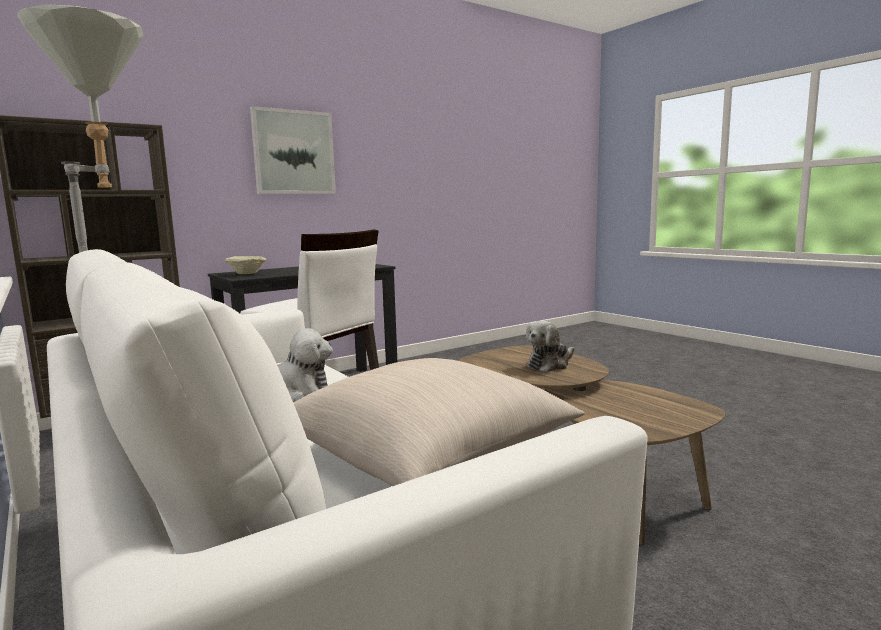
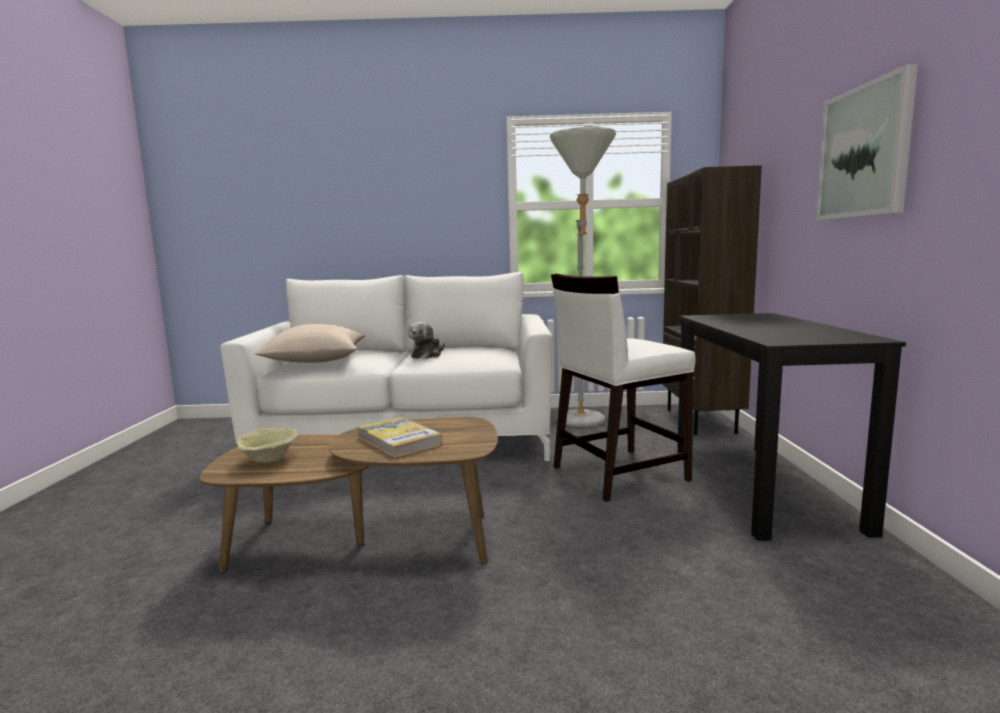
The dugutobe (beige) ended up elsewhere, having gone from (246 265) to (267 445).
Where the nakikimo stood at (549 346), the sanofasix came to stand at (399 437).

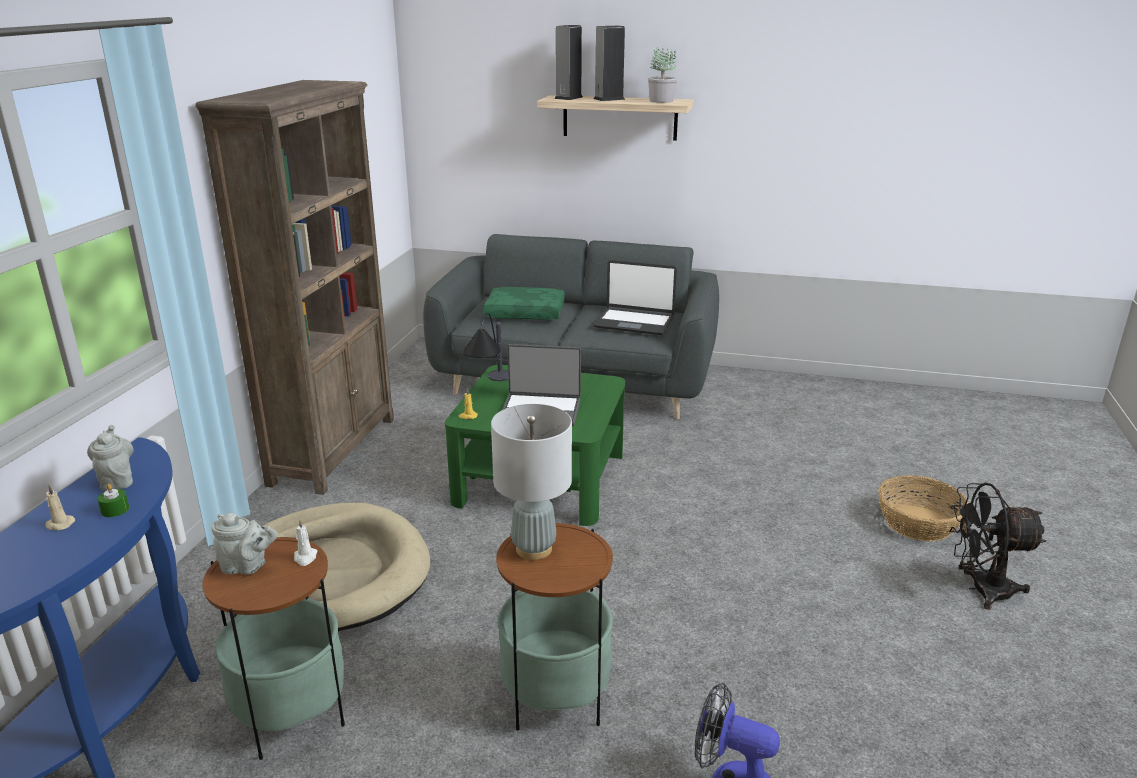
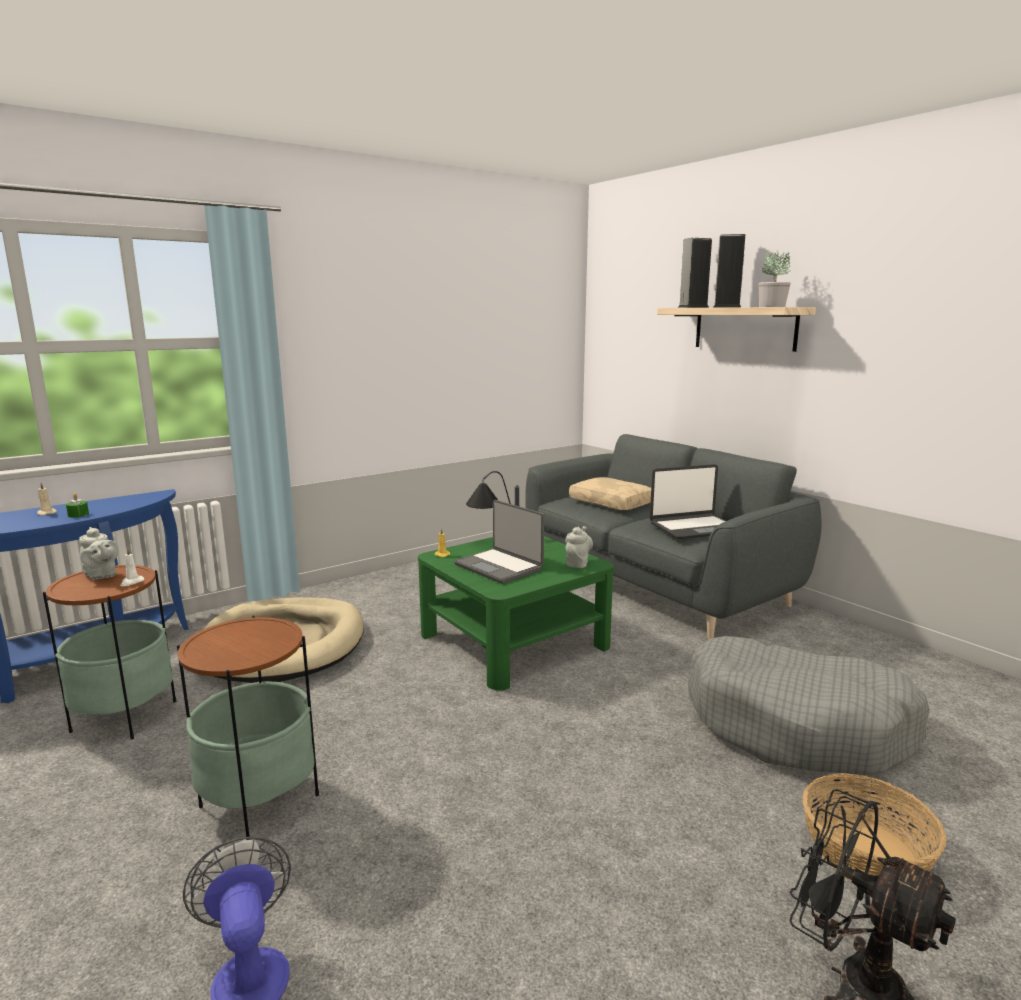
The second view lost the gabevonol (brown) at (294 287).
The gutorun at (635 297) ended up facing another way, 75 degrees counterclockwise from before.
What was the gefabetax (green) at (524 303) turned into the gefabetax (beige) at (610 493).
The second view lost the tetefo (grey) at (531 482).
The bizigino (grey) ended up elsewhere, having gone from (110 458) to (579 547).
The second view gained the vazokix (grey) at (809 706).

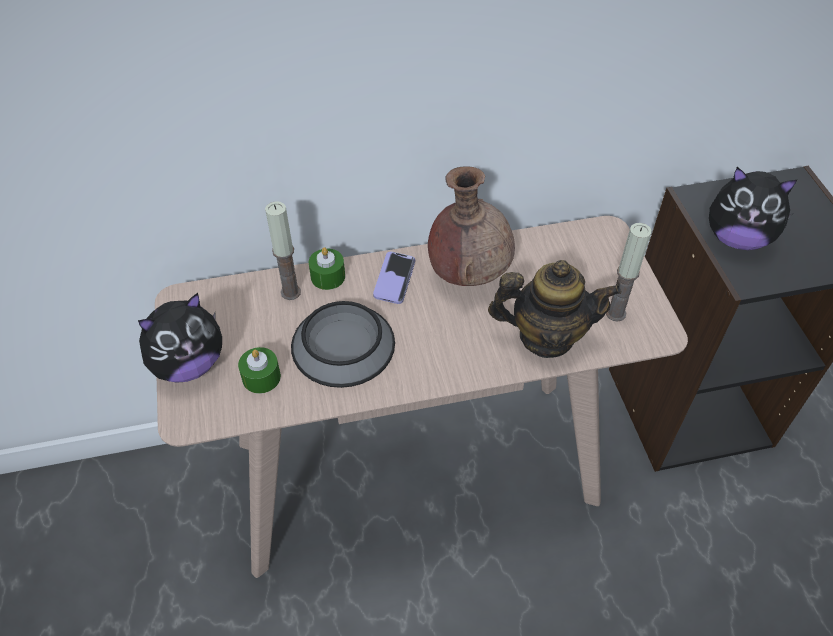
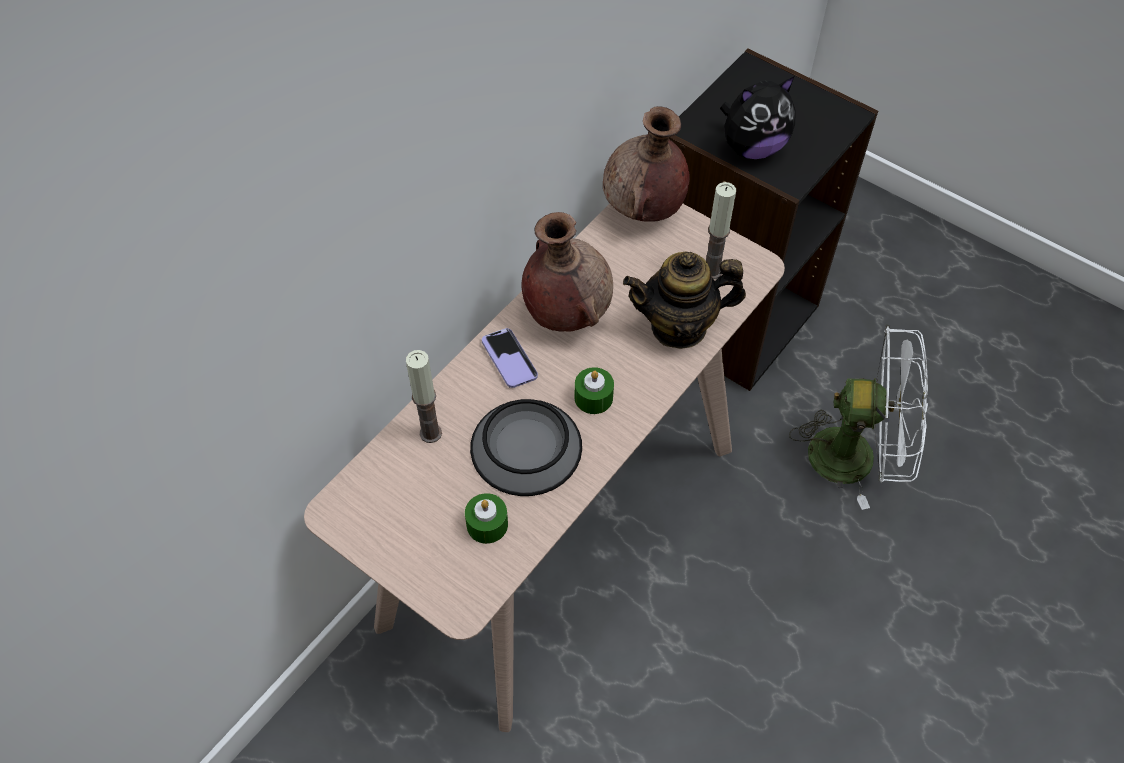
The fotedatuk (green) ended up elsewhere, having gone from (326 268) to (594 390).
The bizigino at (554 309) ended up facing another way, 150 degrees counterclockwise from before.
The second view lost the nakikimo at (180 338).
The second view gained the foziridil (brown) at (646 164).
The second view gained the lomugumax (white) at (858 417).

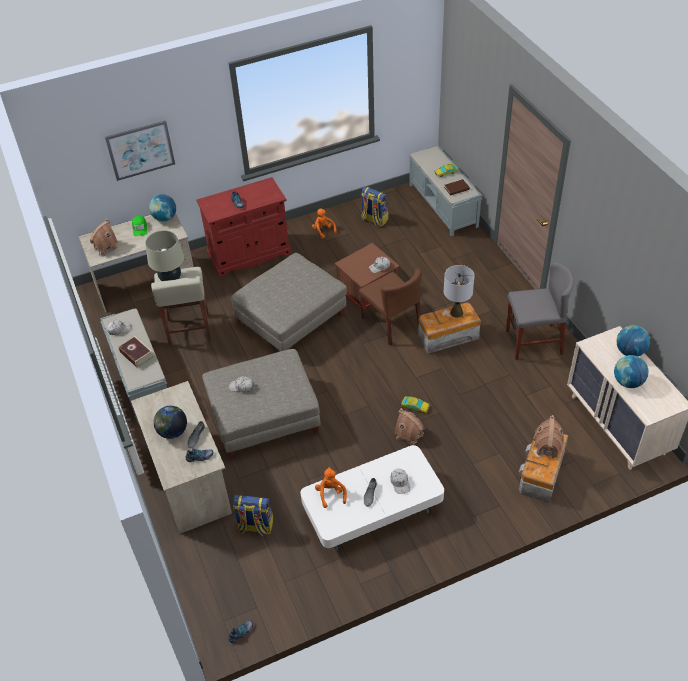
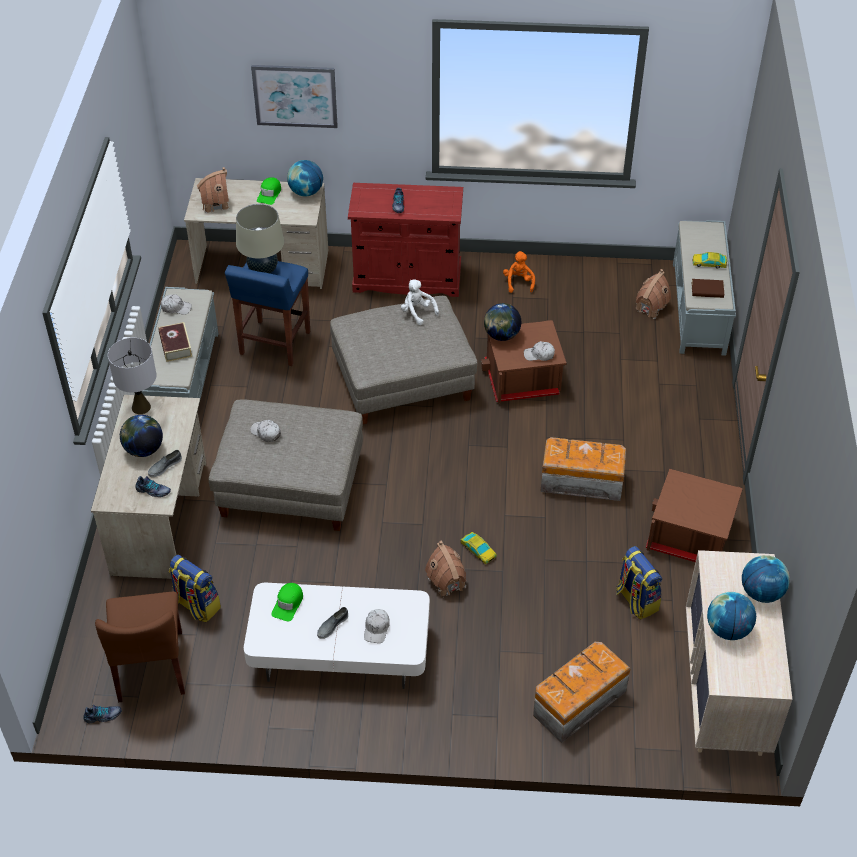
The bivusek ended up elsewhere, having gone from (374 206) to (639 582).
Where the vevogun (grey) stood at (540 311), the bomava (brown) came to stand at (694 515).
The tetefo (grey) ended up elsewhere, having gone from (459 291) to (132 376).
What was the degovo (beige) at (181 307) turned into the degovo (blue) at (267 313).
The vevogun (brown) ended up elsewhere, having gone from (390 306) to (140 647).
The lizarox ended up elsewhere, having gone from (549 437) to (653 294).
Where the nakikimo (orange) stood at (331 487), the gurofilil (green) came to stand at (287 602).
The second view gained the nakikimo (white) at (420 302).
The second view gained the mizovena at (502 322).

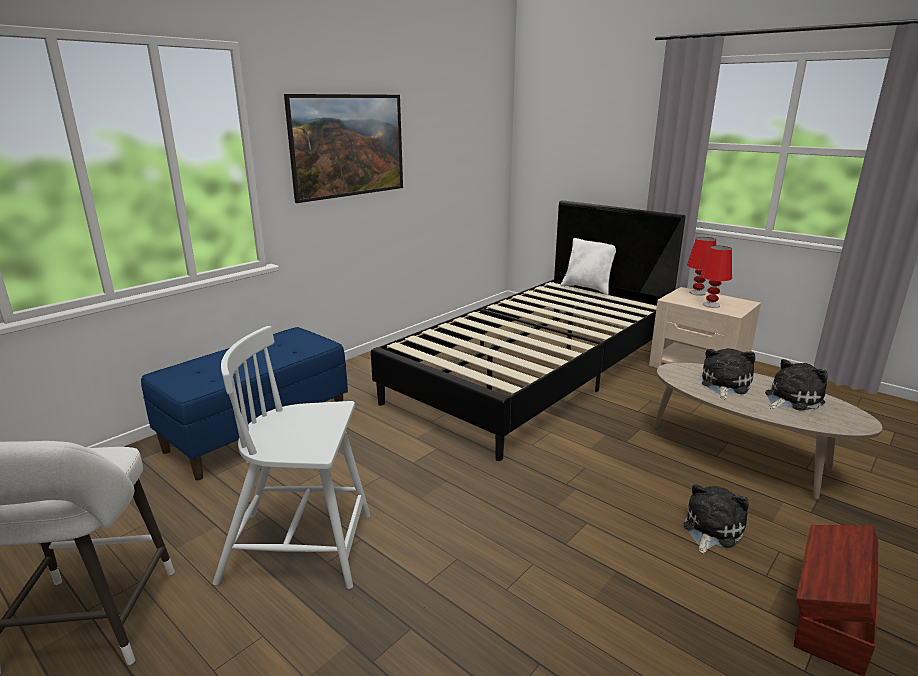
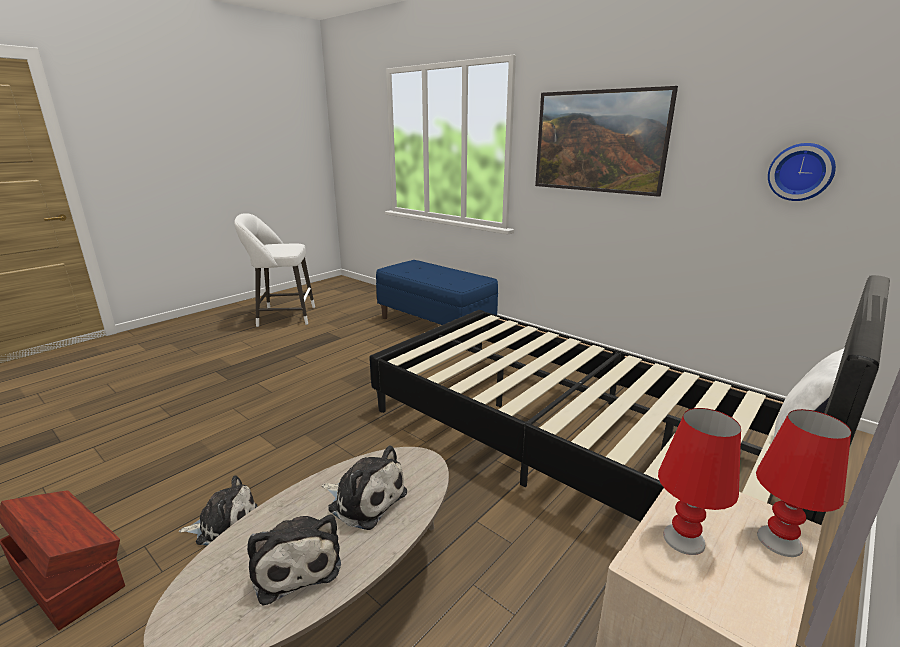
The second view lost the vevogun (white) at (292 457).
The nakikimo at (716 519) ended up facing another way, 45 degrees counterclockwise from before.
The second view gained the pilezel at (802 172).

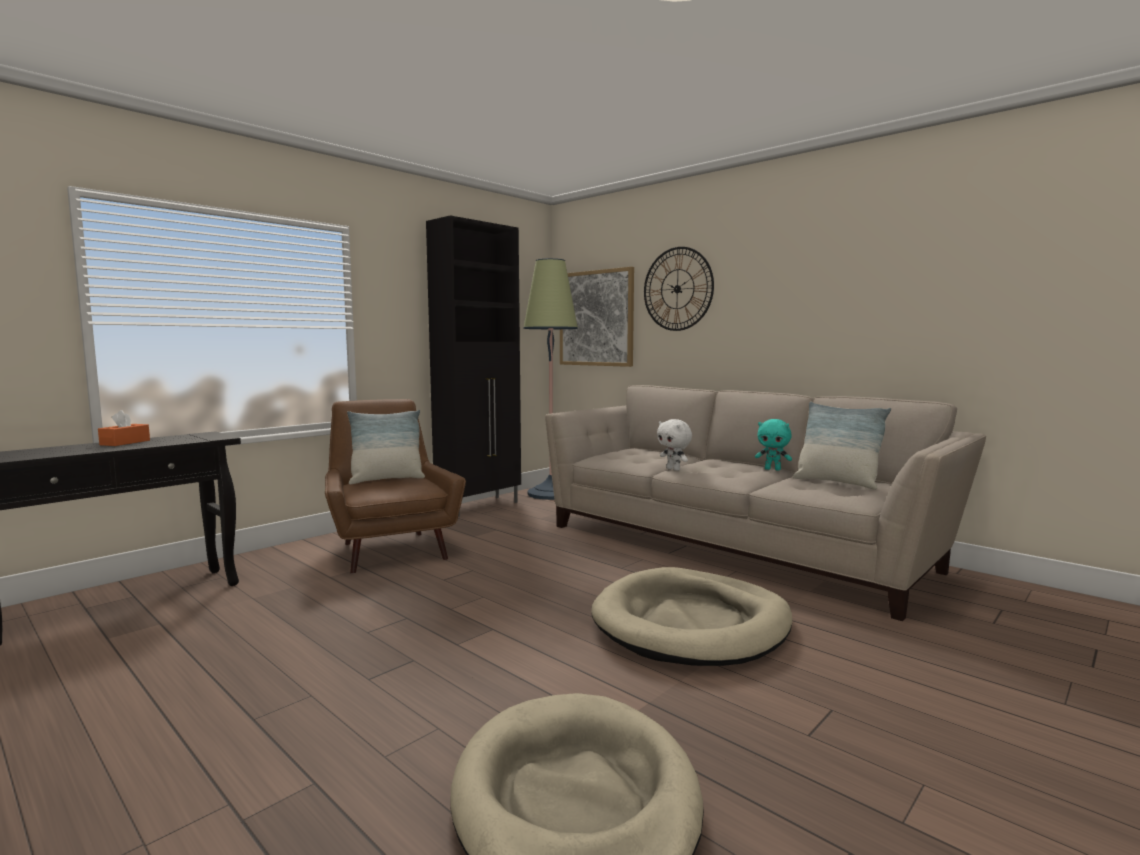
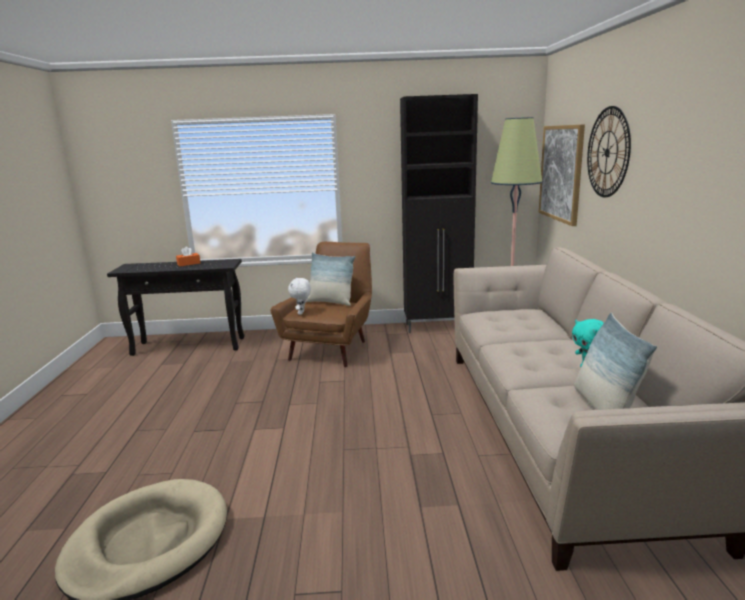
The nakikimo (white) ended up elsewhere, having gone from (674 445) to (299 296).
The second view lost the vazokix (beige) at (691 616).

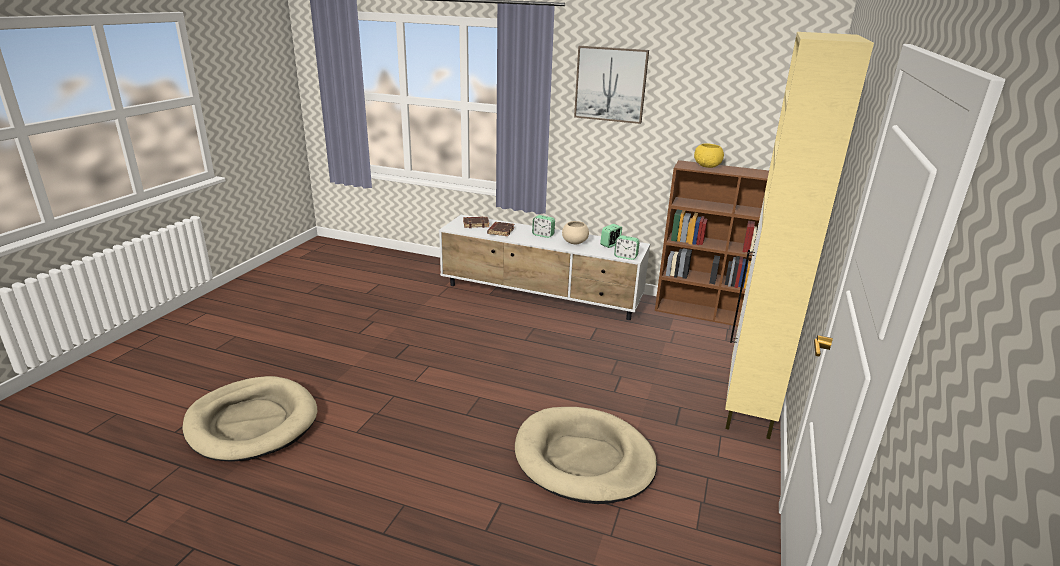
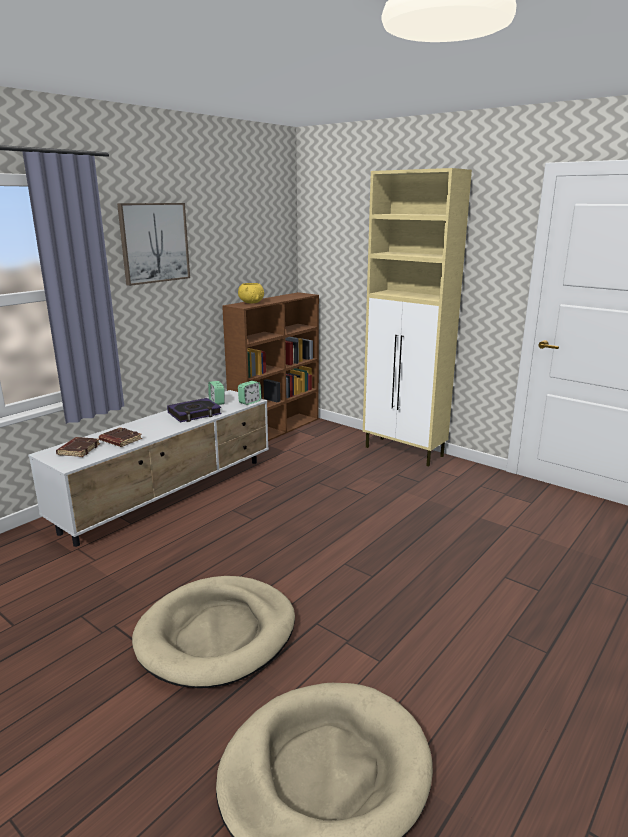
The second view lost the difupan at (543 226).
Where the dugutobe (beige) stood at (575 232), the sanofasix came to stand at (194 410).
The vazokix (beige) ended up elsewhere, having gone from (586 455) to (213 632).

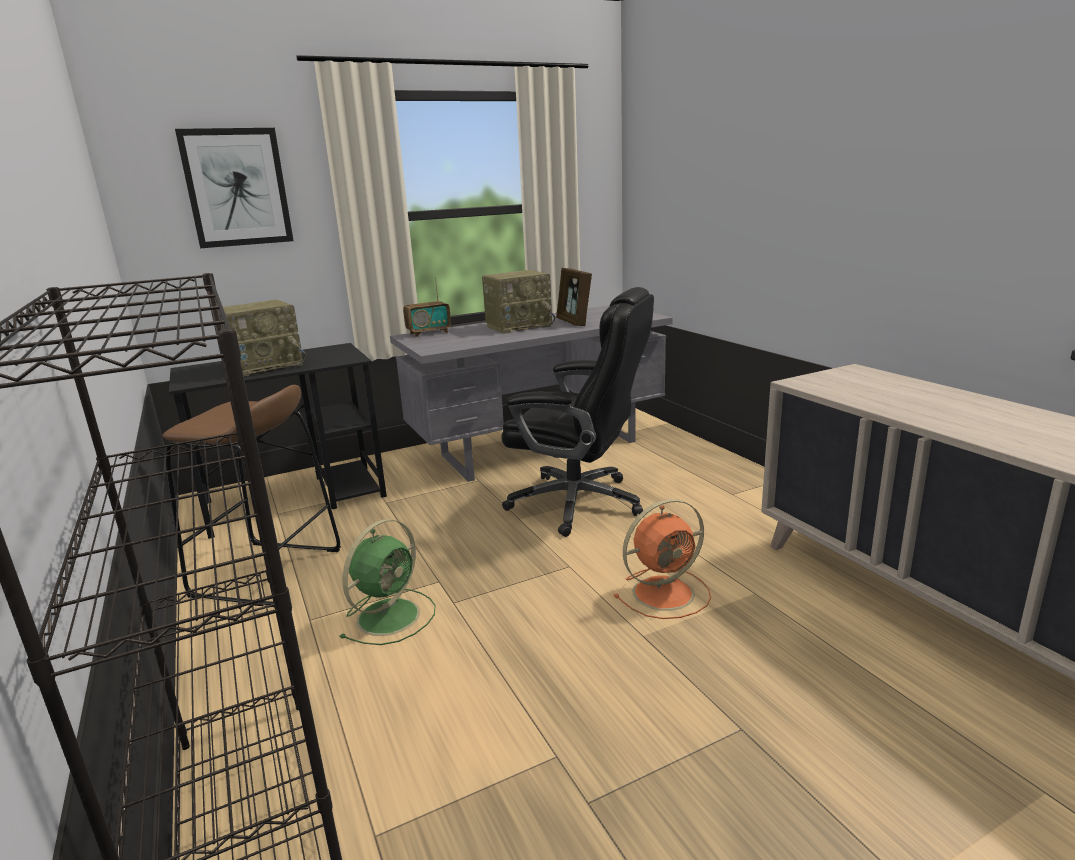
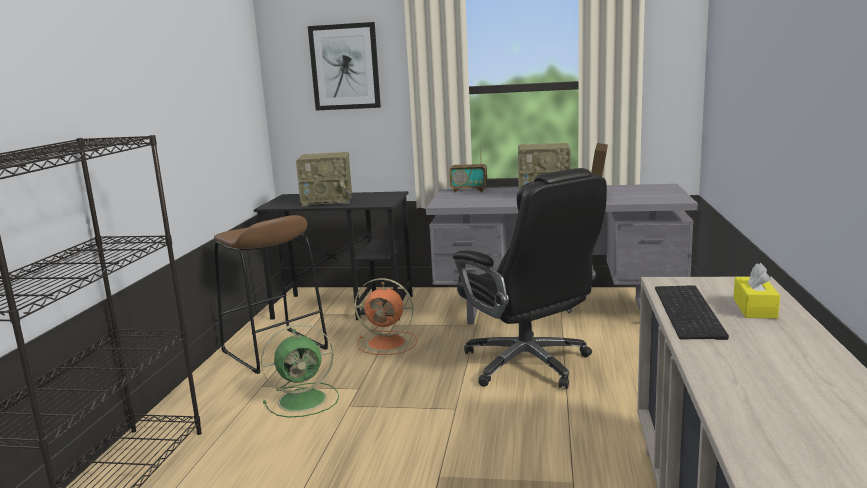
The lomugumax (orange) ended up elsewhere, having gone from (662 559) to (386 316).
The second view gained the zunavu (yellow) at (756 291).
The second view gained the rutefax at (692 312).

